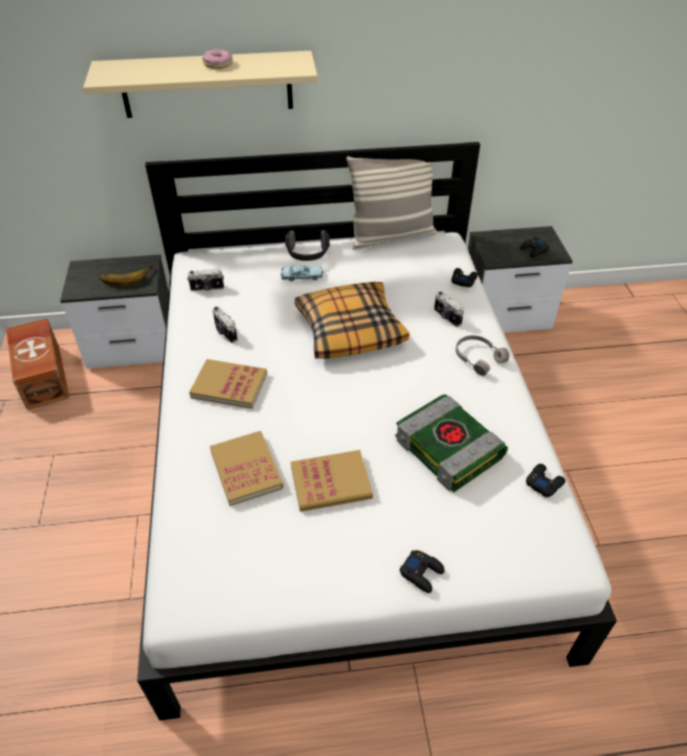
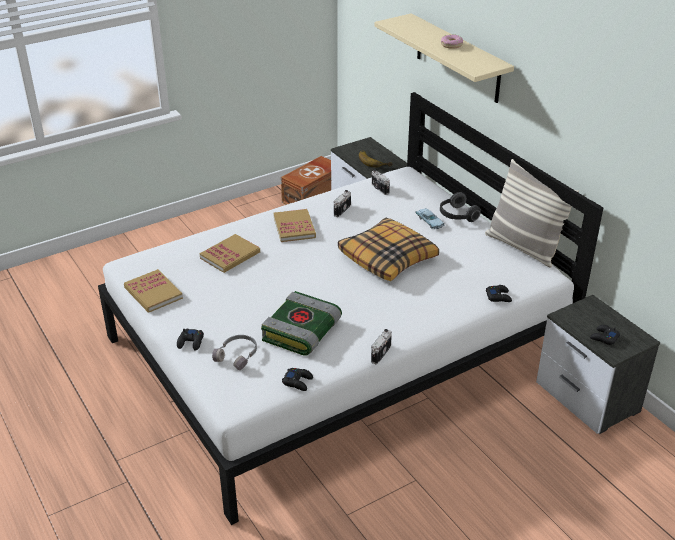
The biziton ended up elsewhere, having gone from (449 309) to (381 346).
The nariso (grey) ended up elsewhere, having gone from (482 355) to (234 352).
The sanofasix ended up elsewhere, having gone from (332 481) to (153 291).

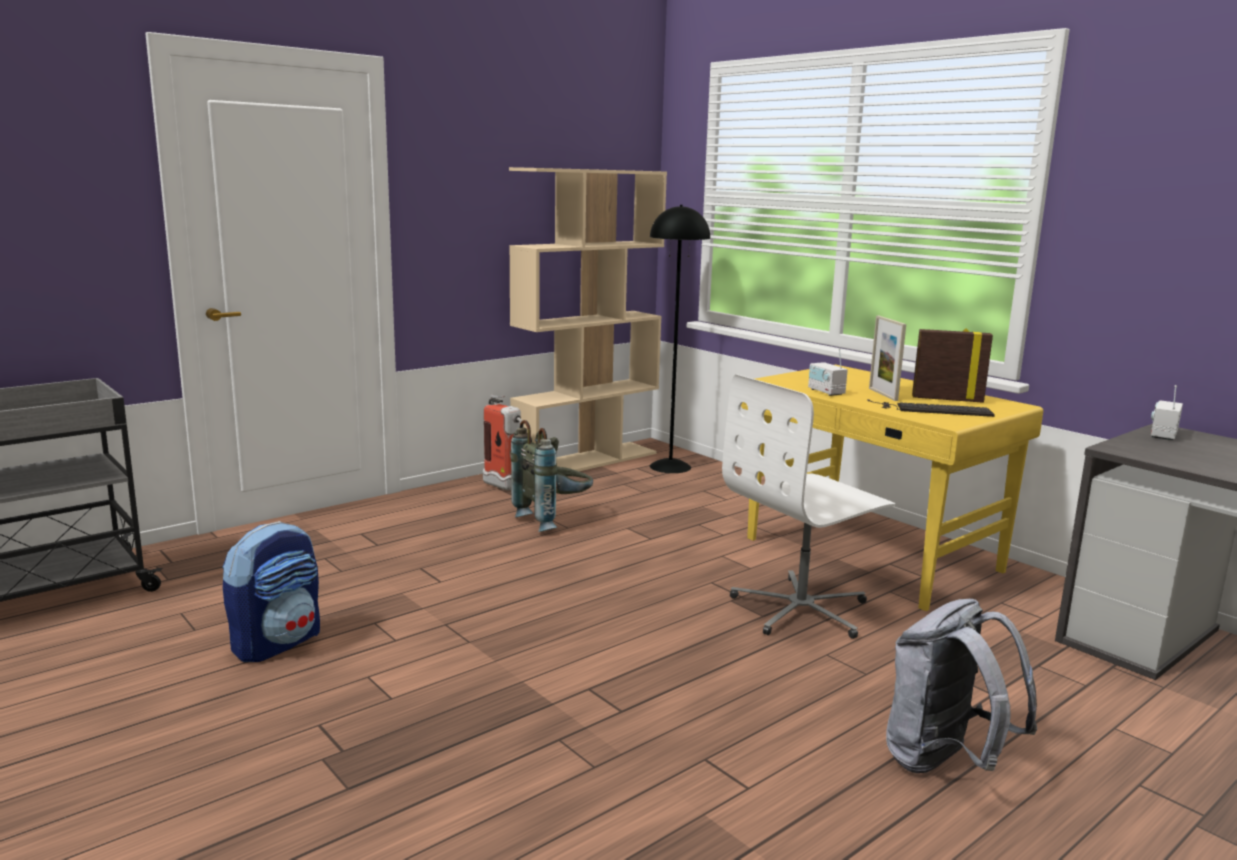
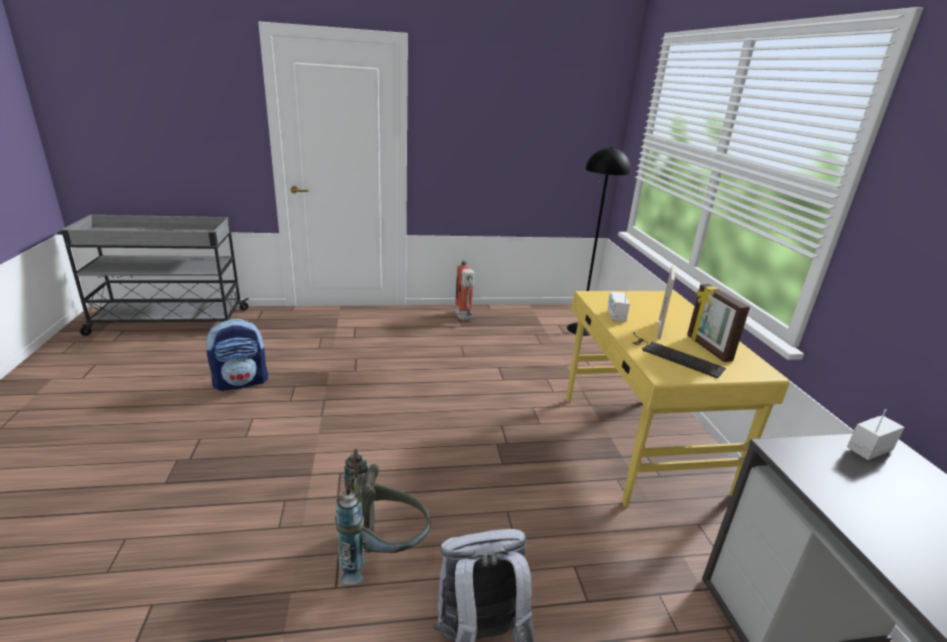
The second view lost the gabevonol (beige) at (588 319).
The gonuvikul at (952 365) ended up facing another way, 150 degrees counterclockwise from before.
The second view lost the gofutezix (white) at (808 506).
The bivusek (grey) ended up elsewhere, having gone from (551 476) to (383 517).

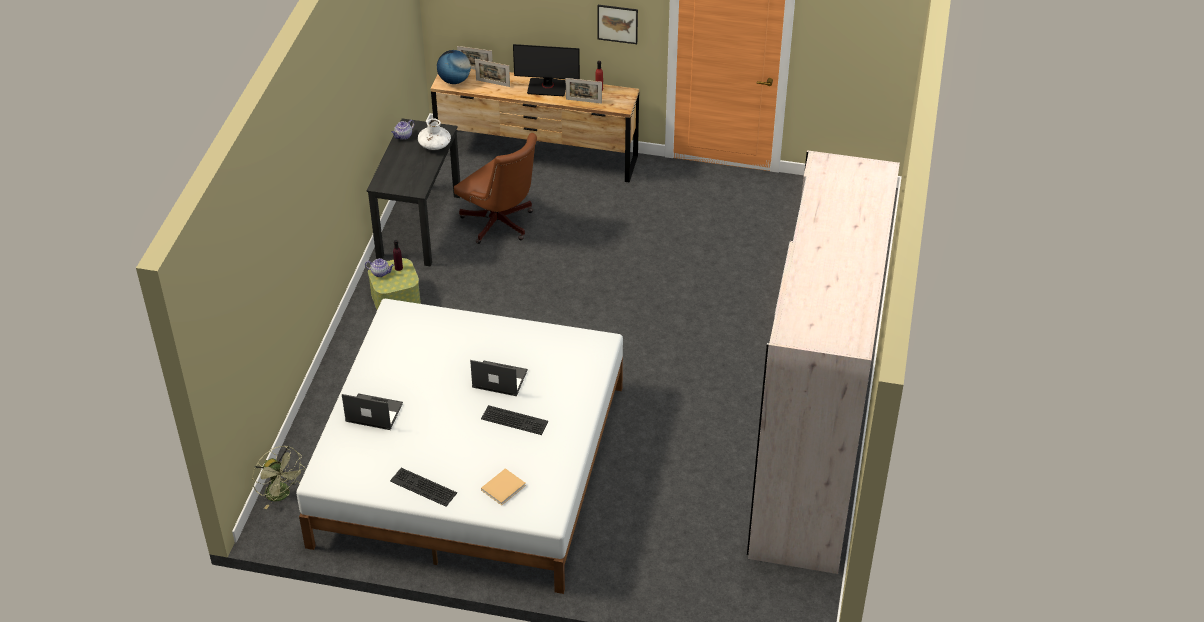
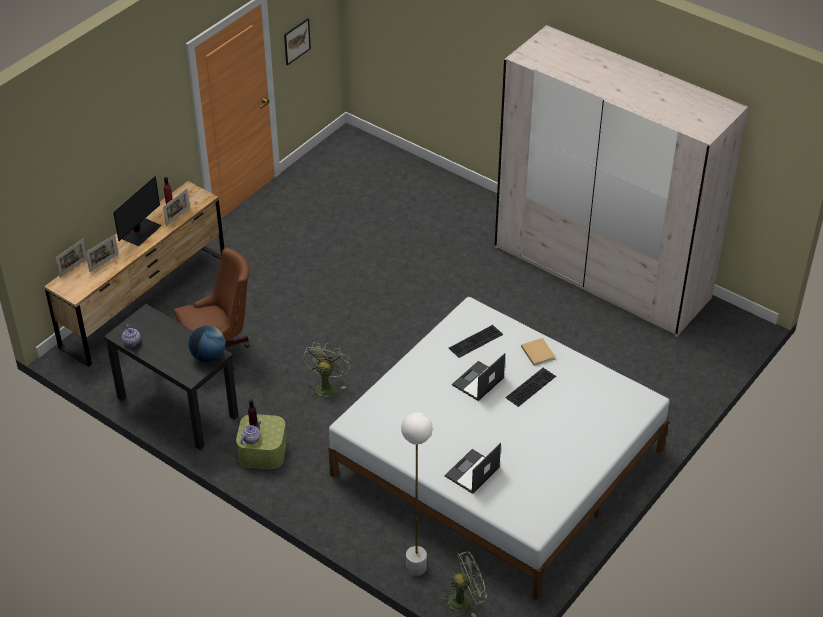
The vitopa ended up elsewhere, having gone from (617 24) to (297 41).
The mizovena ended up elsewhere, having gone from (454 67) to (206 343).
The second view lost the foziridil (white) at (434 134).
The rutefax ended up elsewhere, having gone from (423 487) to (476 341).
The sanofasix (beige) ended up elsewhere, having gone from (503 486) to (538 352).
The second view gained the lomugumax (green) at (327 371).
The second view gained the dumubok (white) at (417 494).

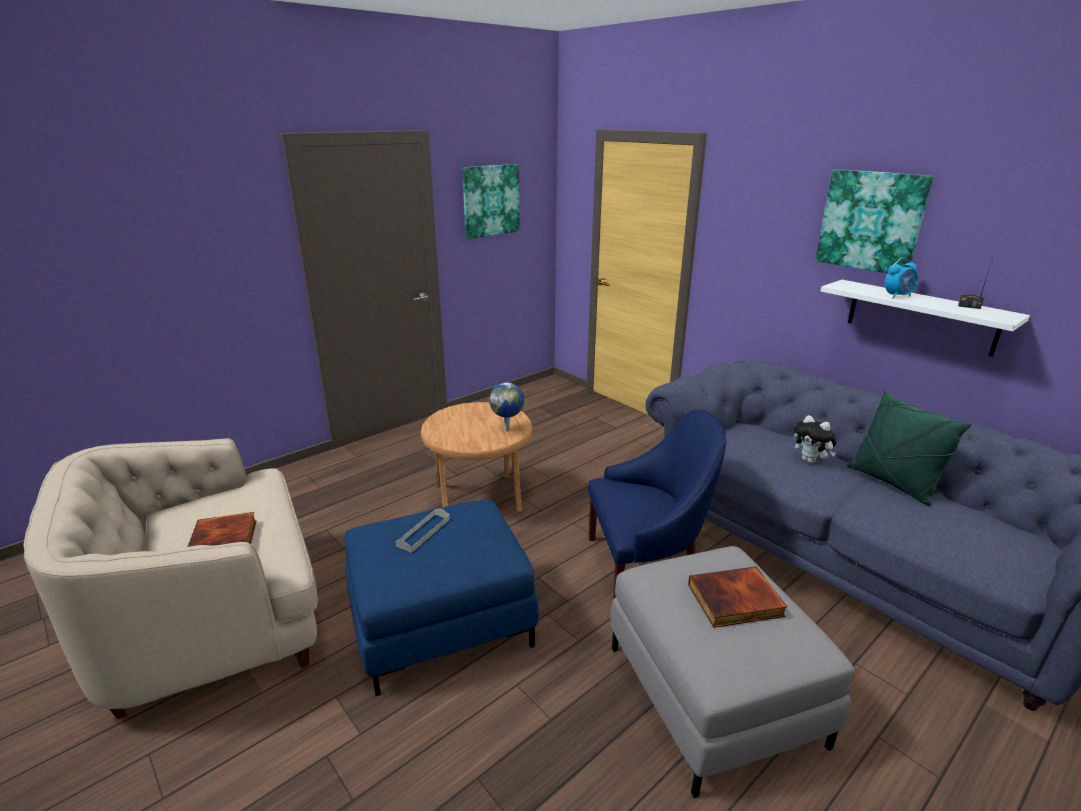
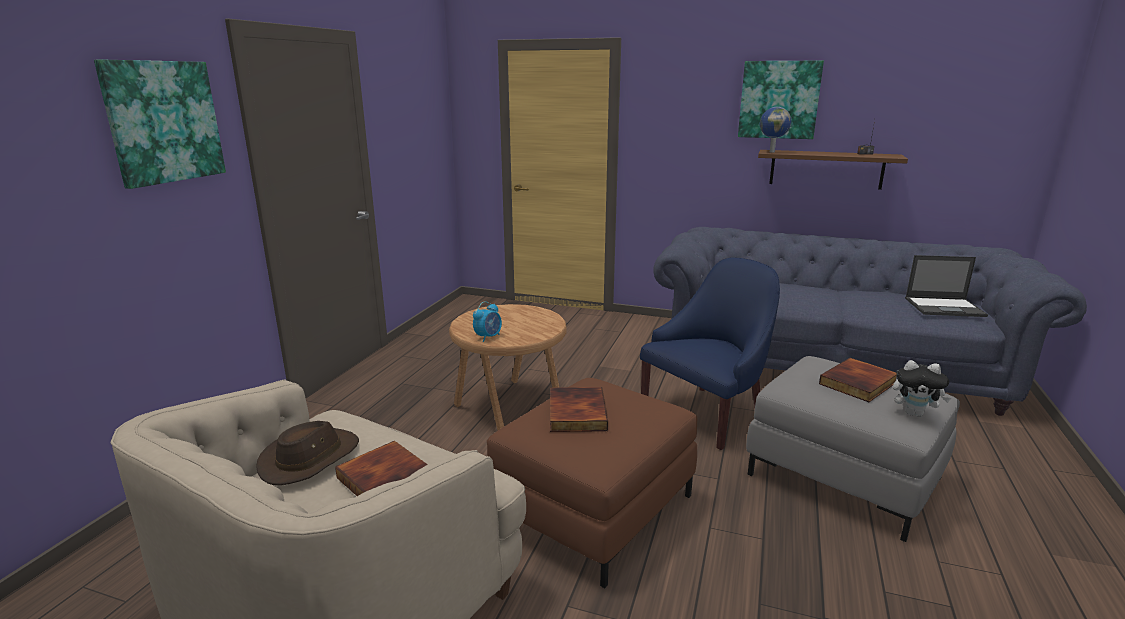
The vitopa ended up elsewhere, having gone from (491 201) to (160 124).
The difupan ended up elsewhere, having gone from (901 278) to (487 321).
What was the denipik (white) at (925 318) turned into the denipik (brown) at (833 170).
The mizovena ended up elsewhere, having gone from (506 407) to (775 129).
The second view lost the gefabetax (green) at (909 448).
The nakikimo ended up elsewhere, having gone from (815 439) to (922 388).
What was the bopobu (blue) at (441 597) turned into the bopobu (brown) at (592 483).
Where the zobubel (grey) stood at (423 530), the sanofasix came to stand at (579 409).
The second view gained the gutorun at (946 286).
The second view gained the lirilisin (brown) at (307 453).

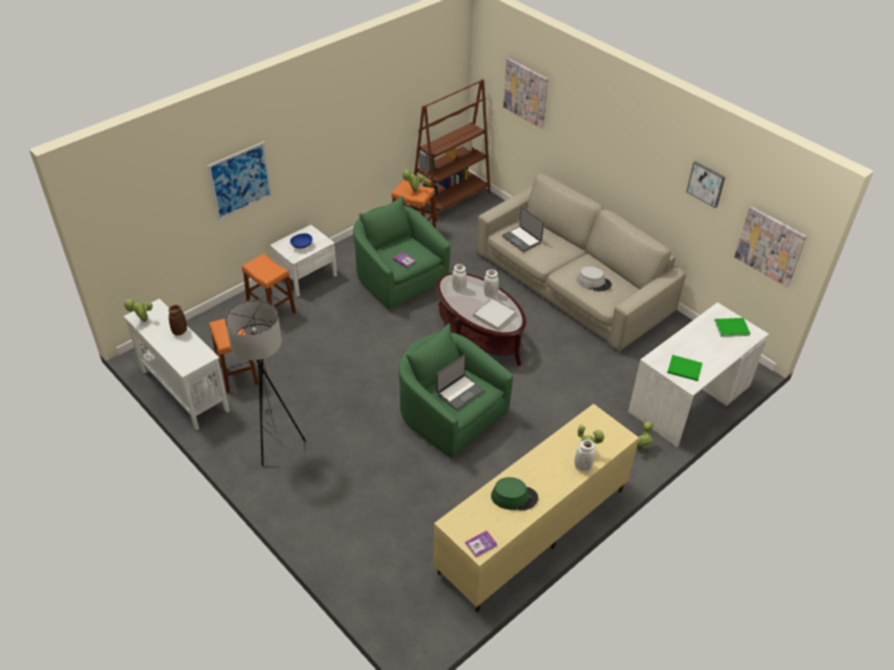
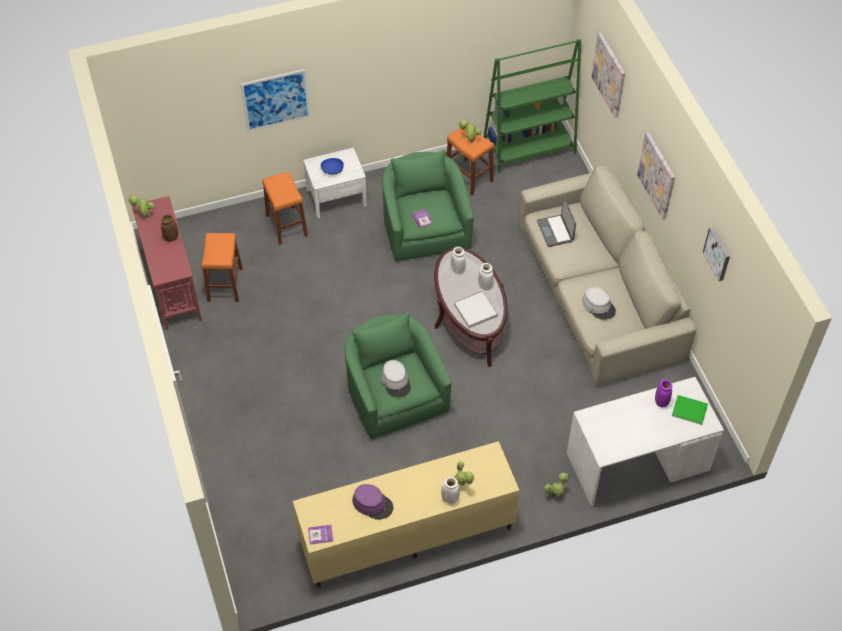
What was the gabevonol (brown) at (450 150) turned into the gabevonol (green) at (532 106).
The vitopa ended up elsewhere, having gone from (770 246) to (656 176).
What was the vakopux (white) at (177 364) turned into the vakopux (red) at (167 263).
The second view lost the dumubok (grey) at (265 383).
Where the gutorun stood at (460 382), the lirilisin (grey) came to stand at (396 378).
The second view lost the sanofasix (green) at (684 368).
What was the lirilisin (green) at (514 493) turned into the lirilisin (purple) at (372 502).
The second view gained the foziridil (purple) at (663 393).

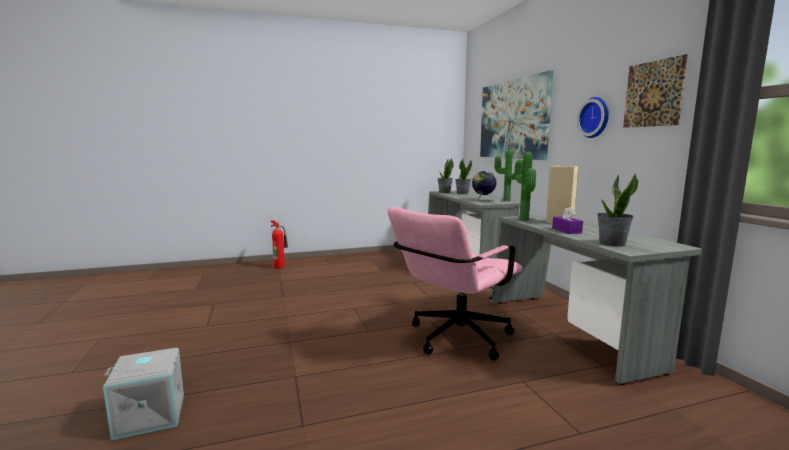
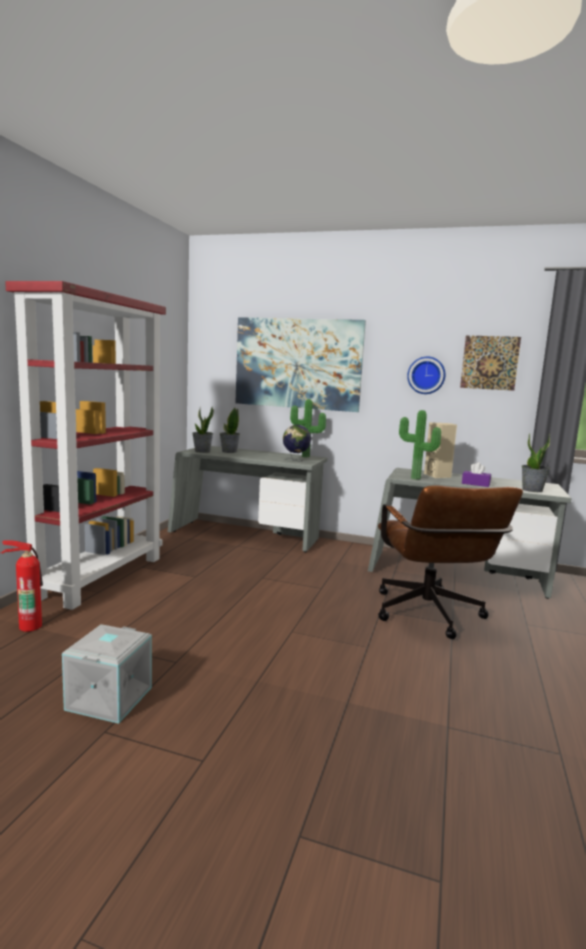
What was the gofutezix (pink) at (455 283) turned into the gofutezix (brown) at (450 562).
The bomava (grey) ended up elsewhere, having gone from (143 394) to (107 674).
The second view gained the gabevonol (red) at (85 445).

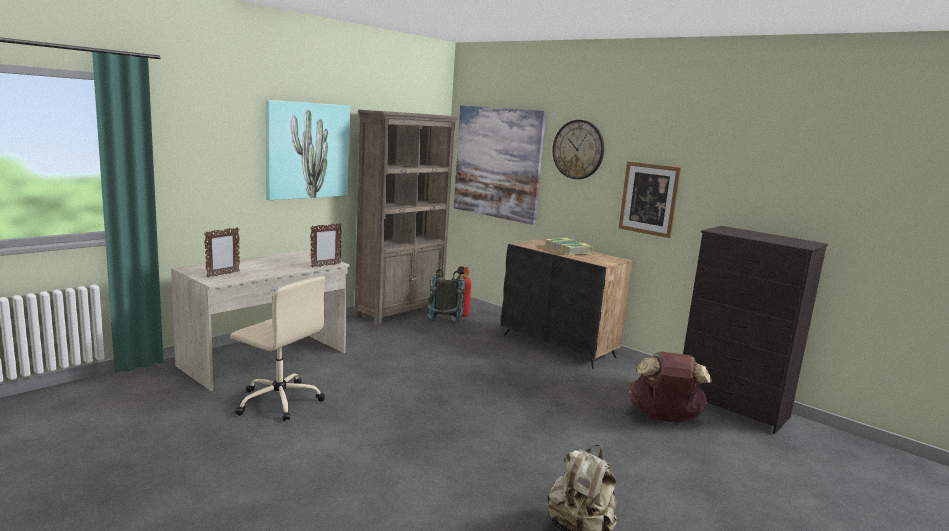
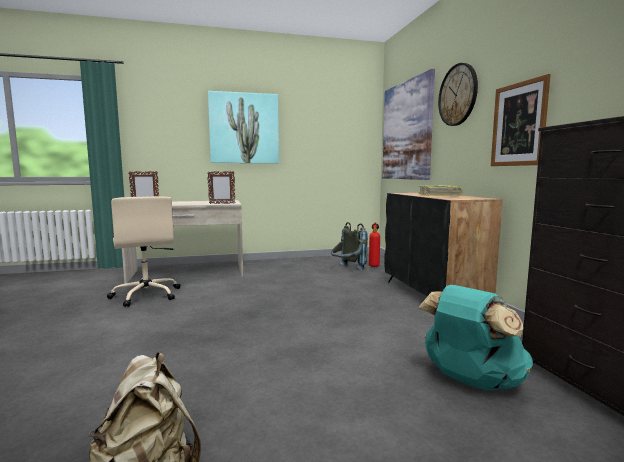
The second view lost the gabevonol (brown) at (407 218).
What was the bivusek (brown) at (670 387) turned into the bivusek (turquoise) at (475 338).

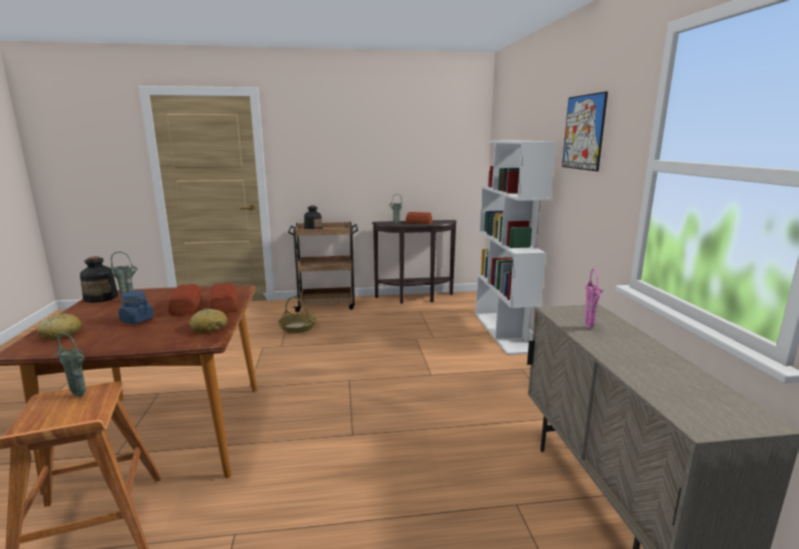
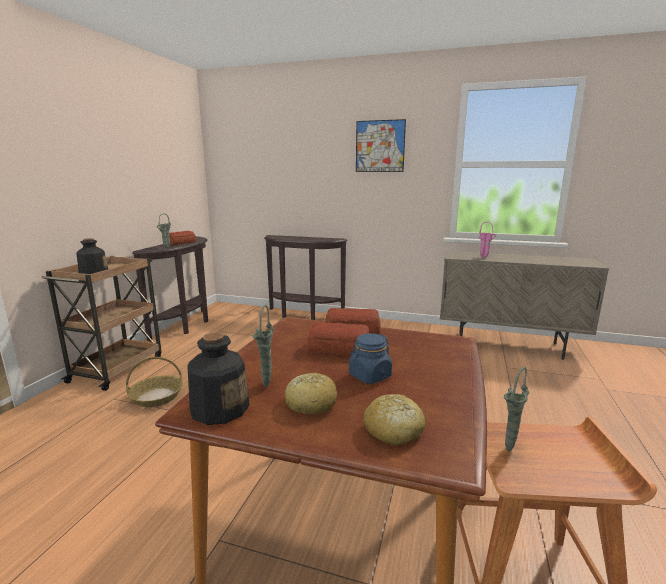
Where the gabevonol (white) stood at (515 247), the vakopux (brown) came to stand at (306 277).
The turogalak ended up elsewhere, having gone from (208 320) to (311 393).

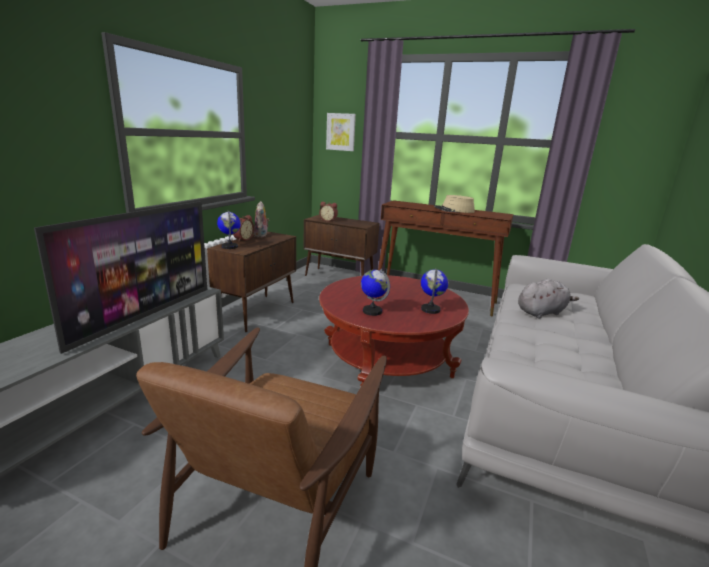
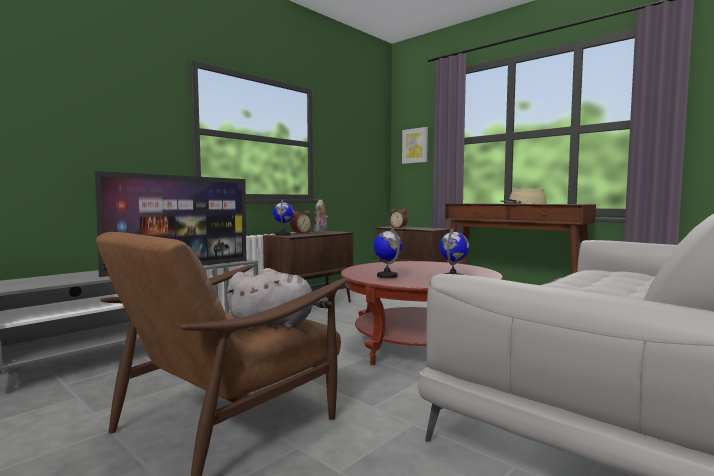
The nakikimo (grey) ended up elsewhere, having gone from (548 299) to (279 299).

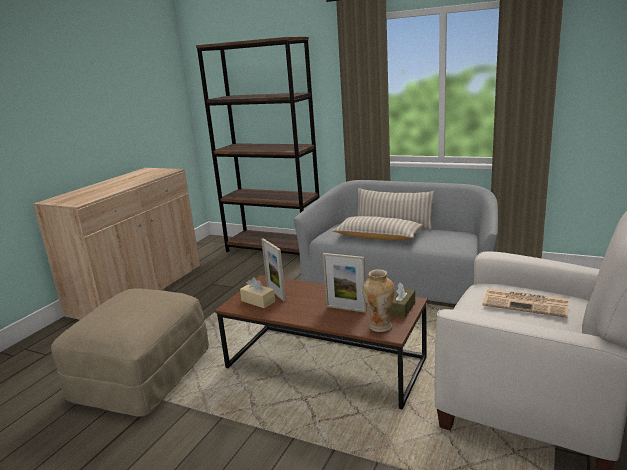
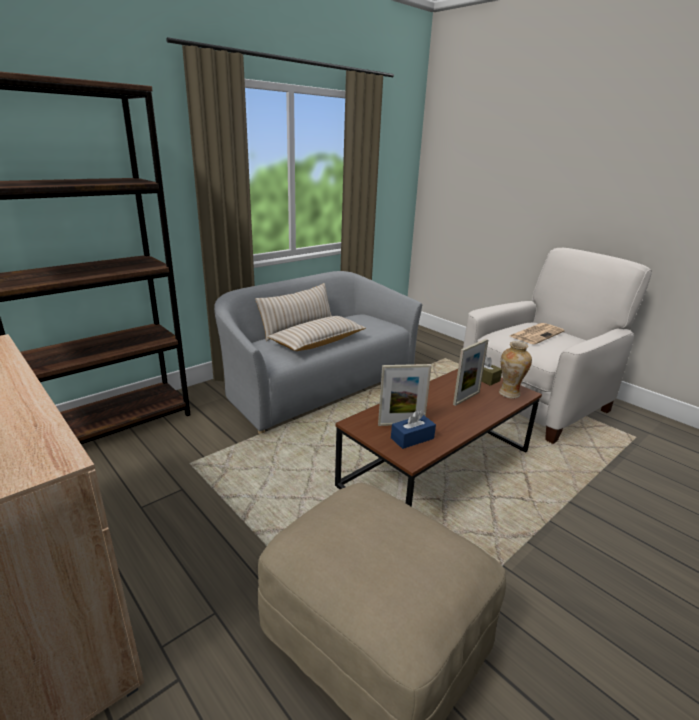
What was the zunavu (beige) at (257 292) turned into the zunavu (blue) at (413 429).

